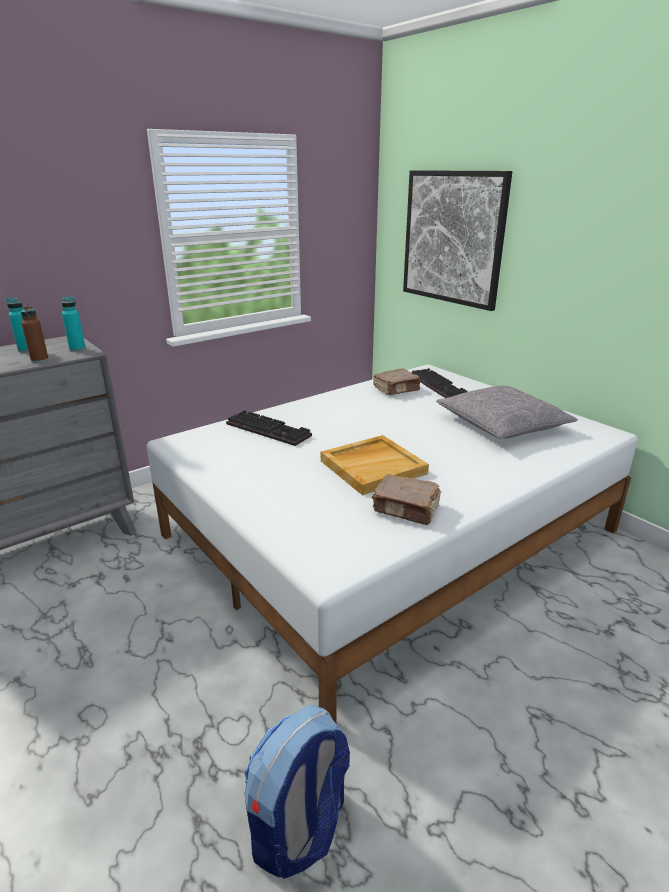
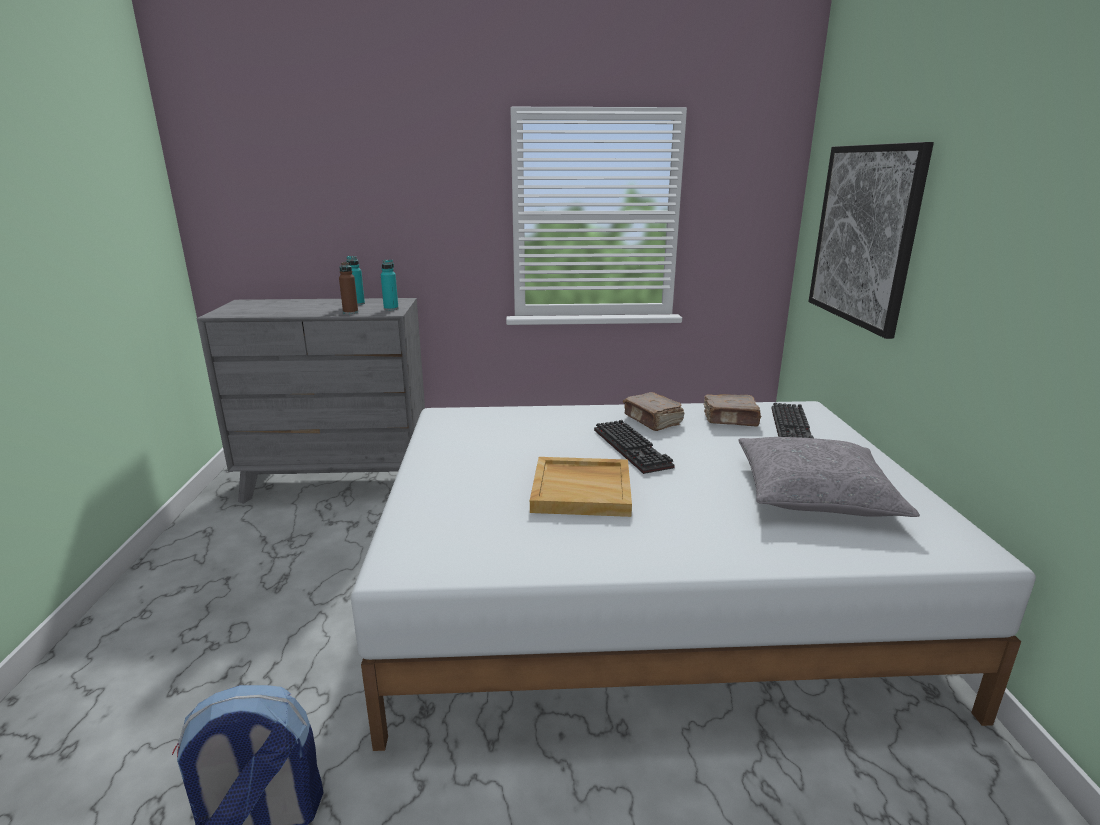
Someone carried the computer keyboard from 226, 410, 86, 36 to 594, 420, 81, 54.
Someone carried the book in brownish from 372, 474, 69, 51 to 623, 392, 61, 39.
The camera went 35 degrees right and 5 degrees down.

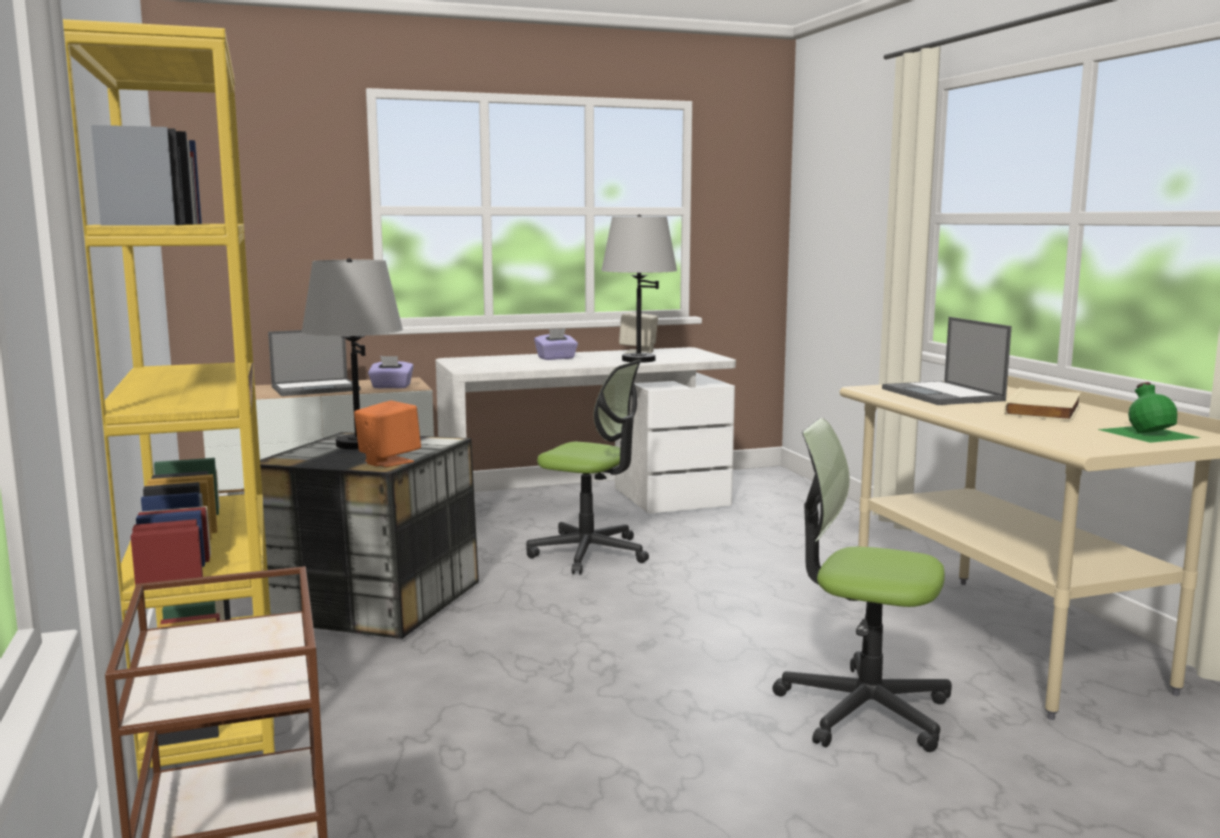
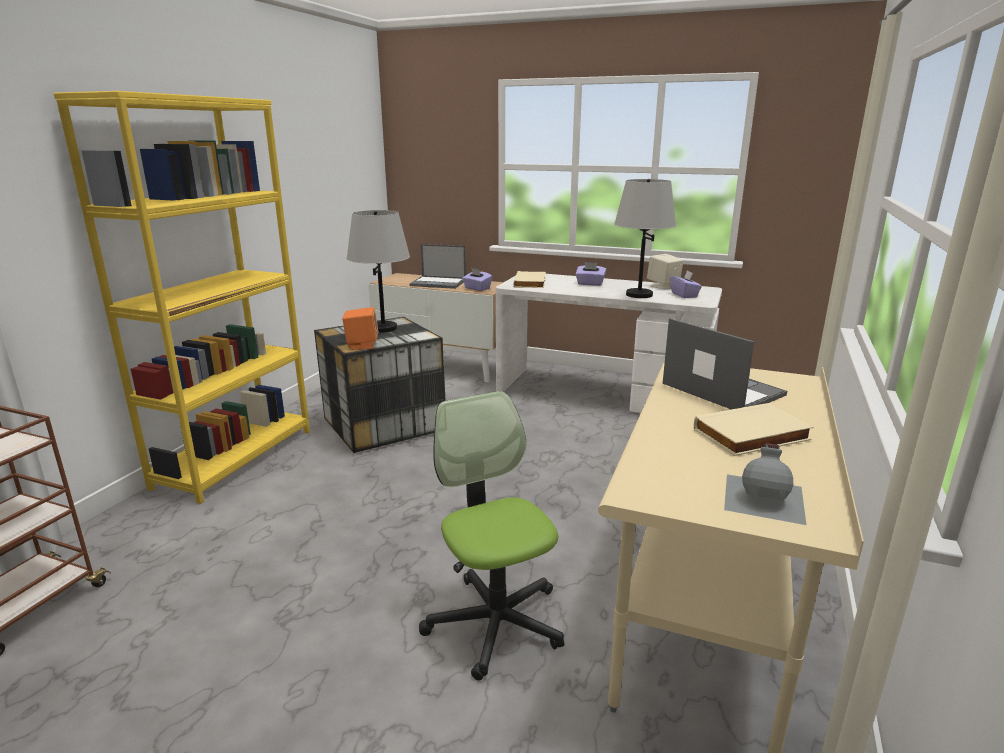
Someone took away the computer chair at 526, 360, 123, 215.
Someone rotated the notebook computer at 882, 317, 130, 88 by 120 degrees clockwise.
Someone repainted the bottle in green-coloured at 1097, 382, 103, 61, which became the bottle in greyish at 724, 443, 82, 82.
Someone put down the book in sand-coloured at 513, 271, 33, 17.
Someone put down the tissue box in purplish at 670, 270, 32, 28.
The camera went 40 degrees right and 10 degrees up.

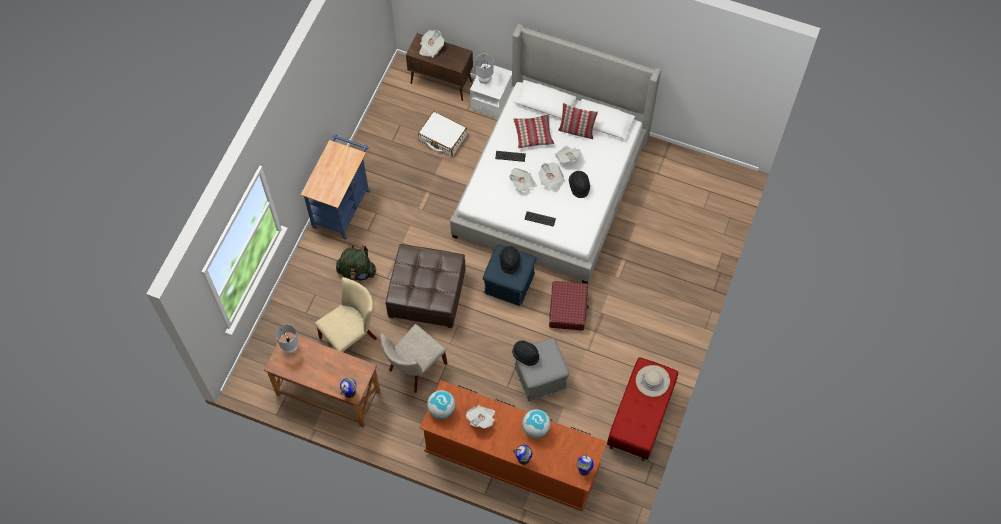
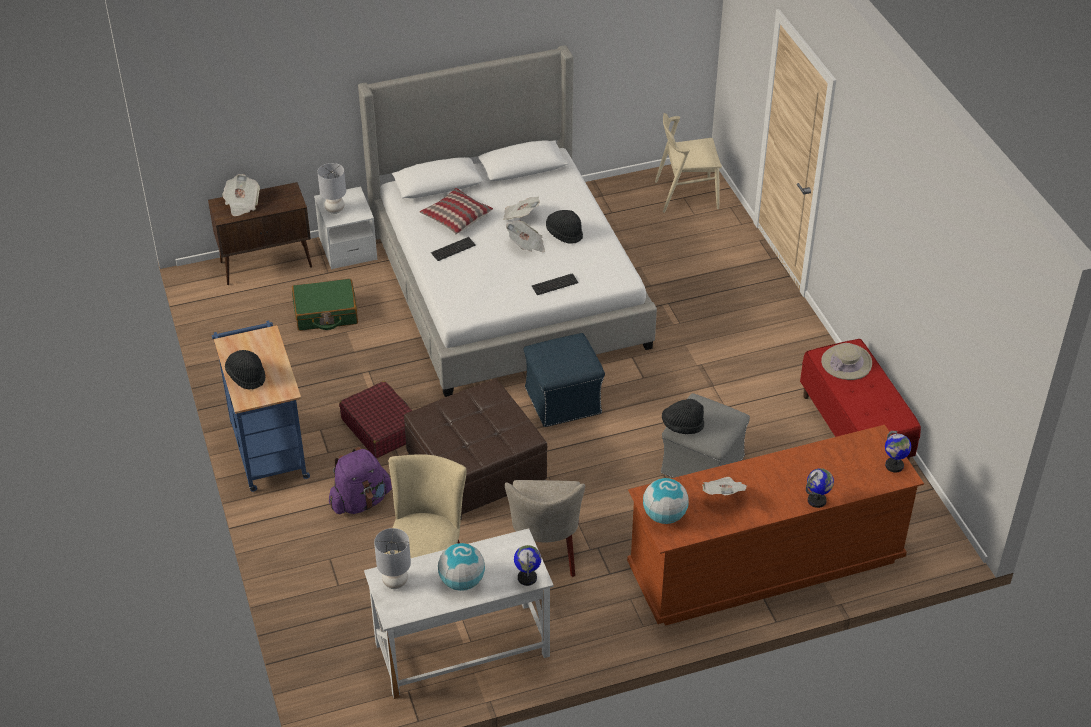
Someone repainted the desk unit in brownish at 264, 332, 116, 96, which became the desk unit in white-coloured at 364, 528, 190, 171.
Someone repainted the rucksack in green-coloured at 336, 245, 40, 36, which became the rucksack in purplish at 329, 447, 63, 67.
Someone repainted the piece of luggage in white-coloured at 418, 111, 49, 46, which became the piece of luggage in green-coloured at 292, 279, 66, 52.
Someone carried the hat in blackish from 499, 246, 21, 28 to 225, 350, 40, 39.
Someone took away the daily paper at 509, 168, 28, 23.
Someone carried the desk globe from 522, 409, 29, 29 to 438, 543, 47, 48.
Someone carried the piece of luggage in red-coloured from 549, 281, 40, 50 to 339, 381, 73, 77.
Someone took away the throw pillow at 558, 103, 40, 36.
Someone put down the plain chair in sand-coloured at 655, 113, 67, 100.
The camera went 40 degrees left and 20 degrees down.

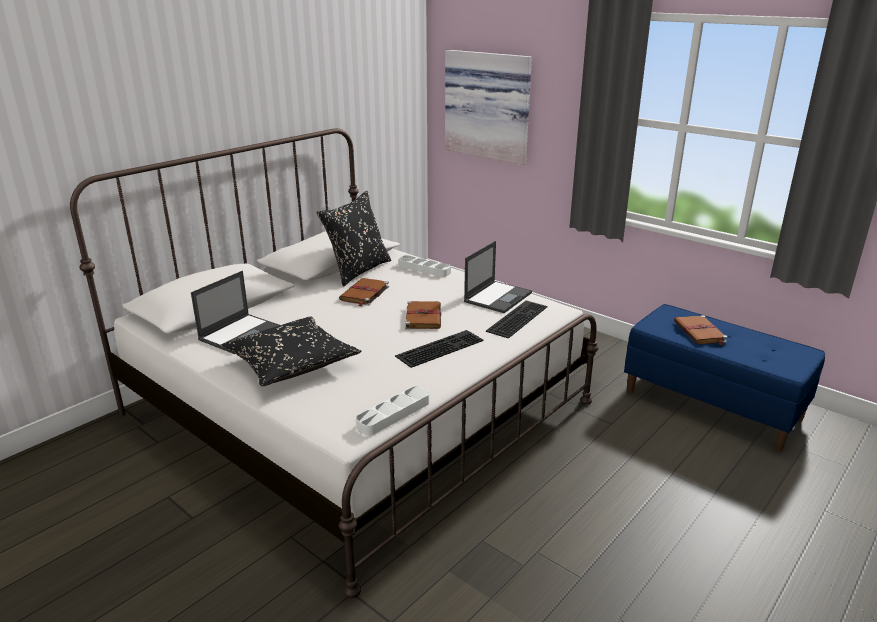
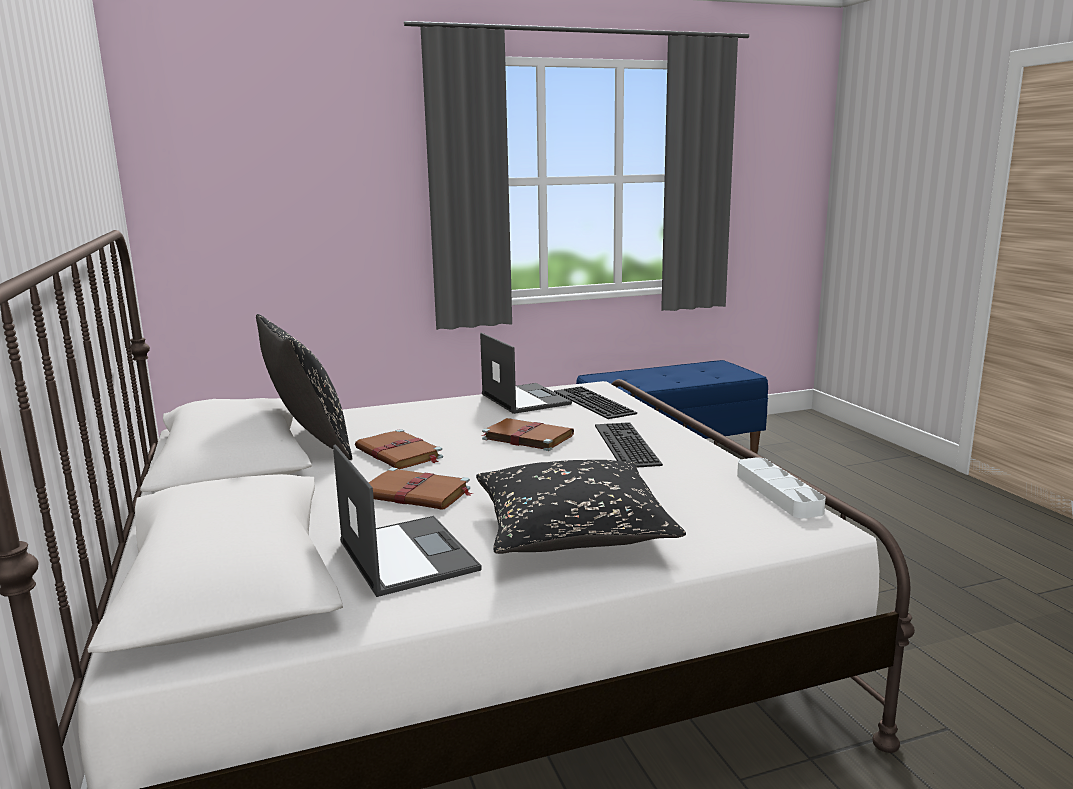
Someone took away the serving tray in white-coloured at 398, 255, 53, 22.
Someone took away the wall art at 445, 50, 87, 115.
Someone carried the book in brownish from 674, 315, 54, 30 to 369, 467, 105, 43.
The camera went 60 degrees left and 10 degrees down.

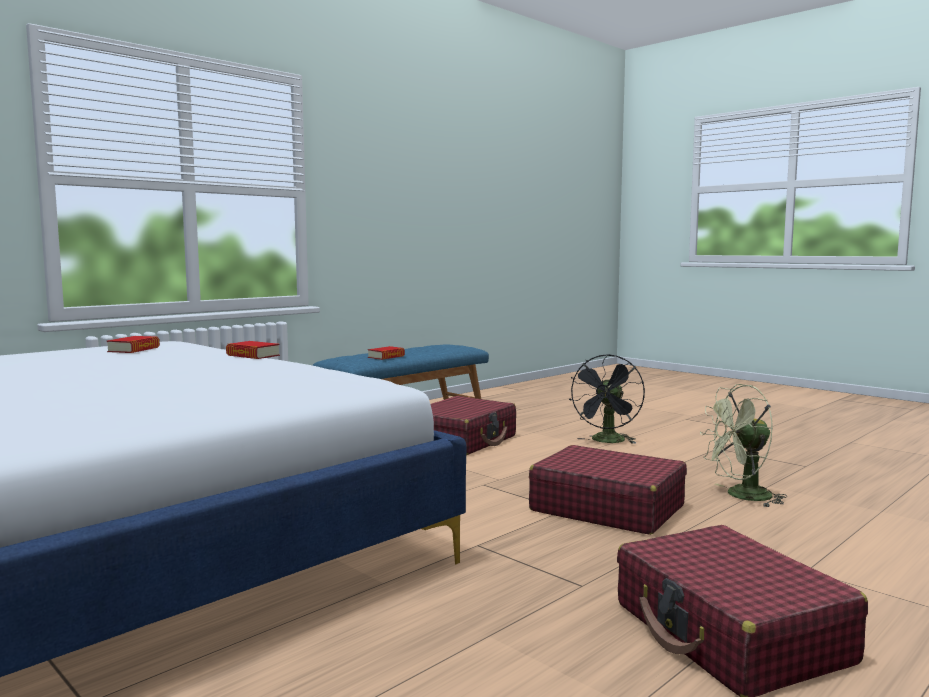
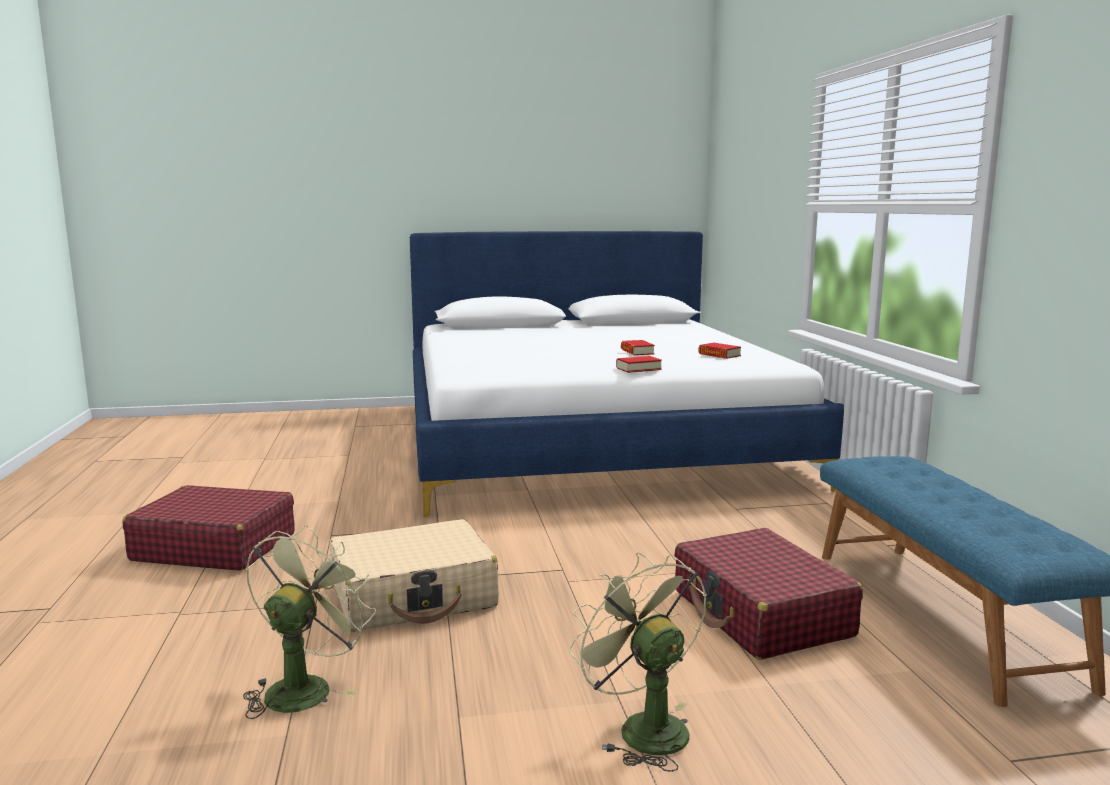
Someone carried the book from 368, 346, 37, 14 to 621, 340, 34, 15.
Someone repainted the piece of luggage in red-coloured at 529, 445, 158, 90, which became the piece of luggage in sand-coloured at 330, 519, 169, 113.
Someone repainted the electric fan in blackish at 569, 354, 76, 90, which became the electric fan in green-coloured at 569, 553, 138, 219.
The camera went 125 degrees right and 5 degrees up.

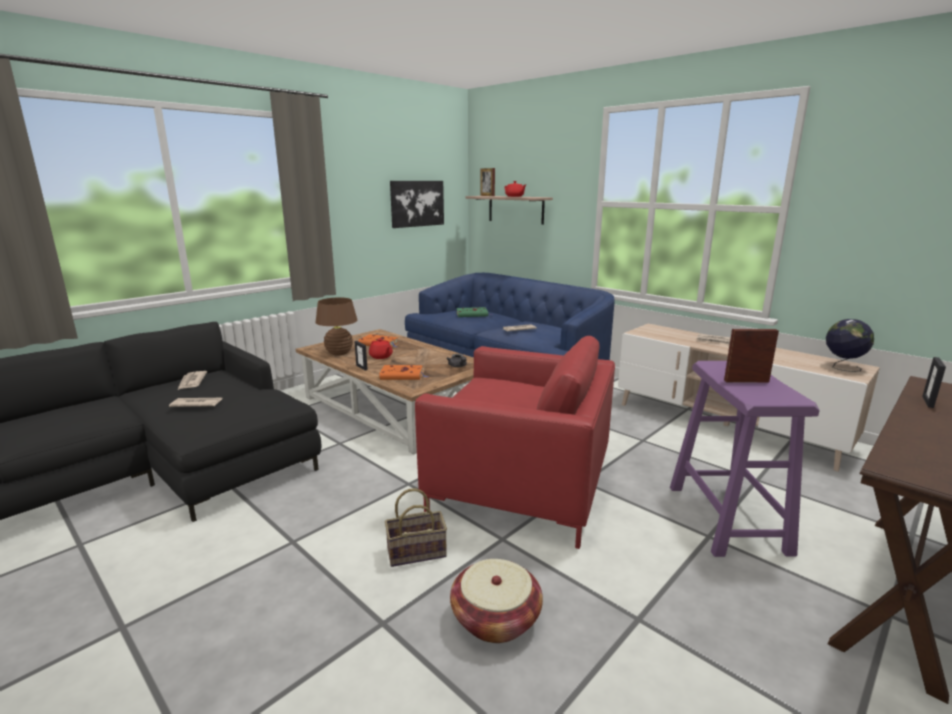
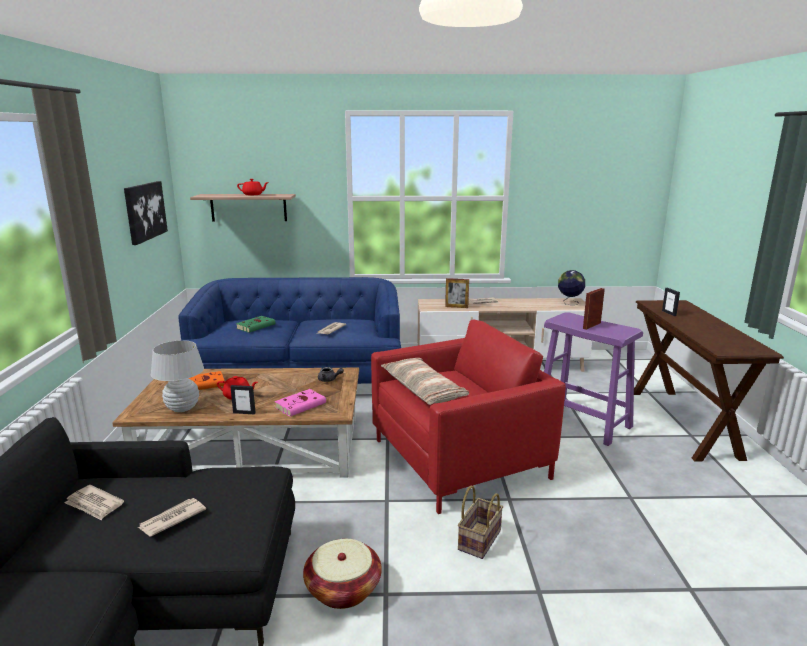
Someone repainted the lamp for a table in brownish at 315, 297, 43, 59, which became the lamp for a table in white-coloured at 151, 340, 53, 72.
Someone repainted the book in orange at 379, 365, 50, 15, which became the book in pink at 275, 389, 51, 28.
Someone carried the household basket from 450, 559, 93, 84 to 303, 539, 79, 70.
Someone carried the picture frame from 481, 168, 14, 28 to 445, 278, 24, 30.
Someone put down the throw pillow at 381, 358, 88, 47.
The camera went 45 degrees left and 0 degrees up.

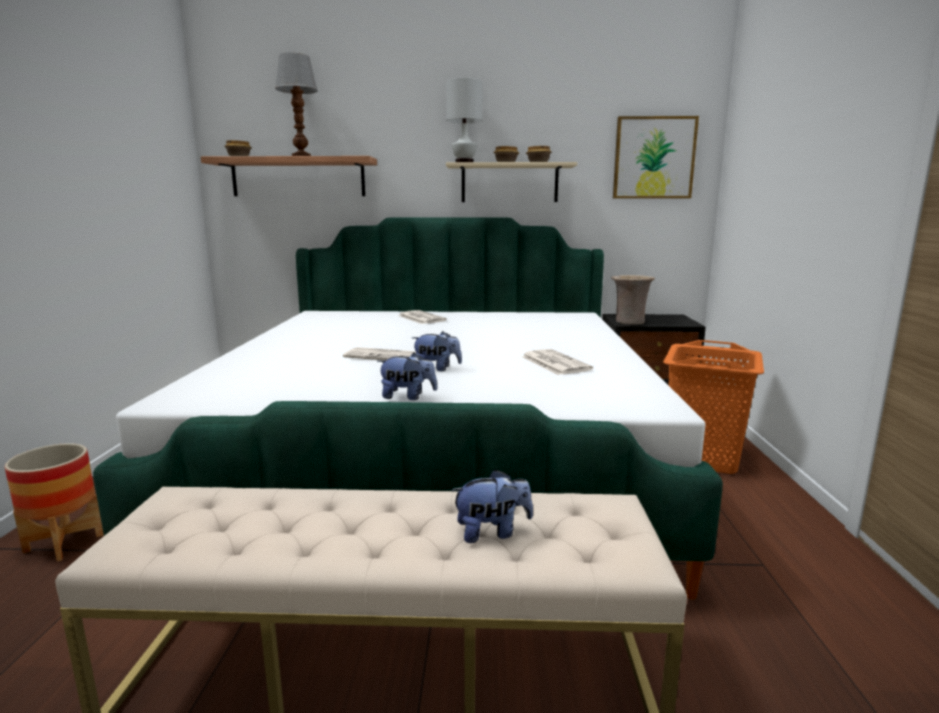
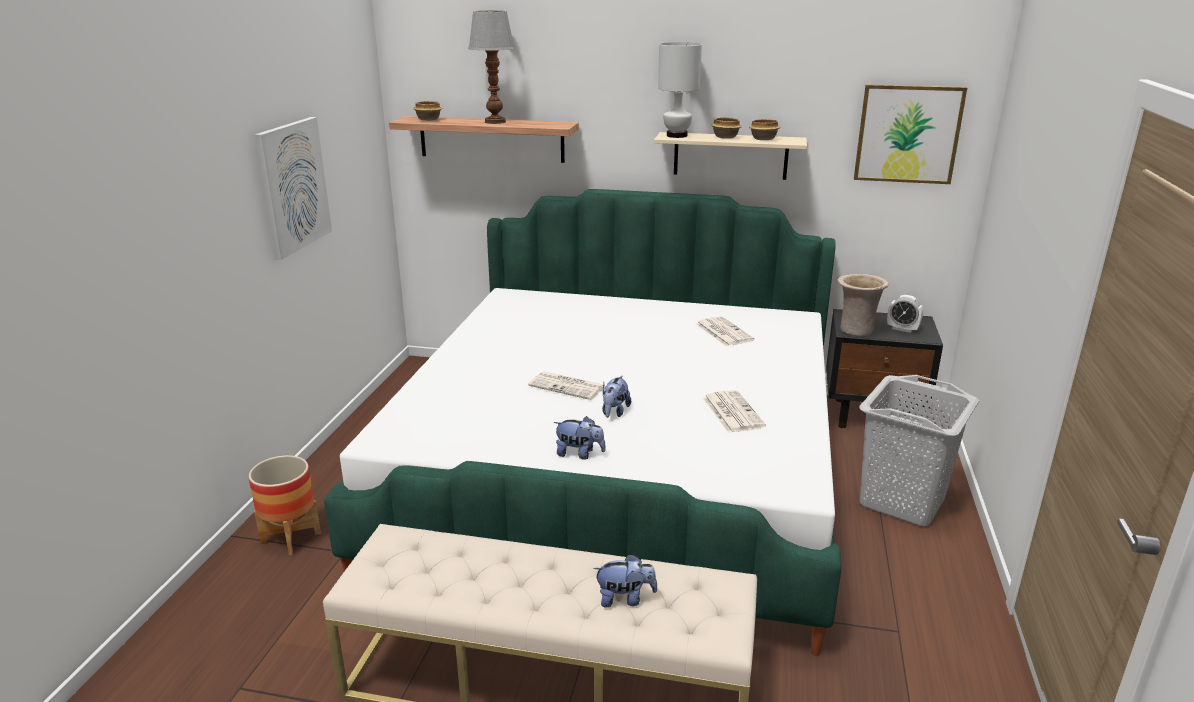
Someone carried the daily paper from 398, 310, 49, 14 to 696, 316, 58, 30.
Someone rotated the plush toy at 412, 331, 50, 40 by 90 degrees clockwise.
Someone repainted the hamper in orange at 663, 340, 101, 134, which became the hamper in greyish at 859, 375, 120, 151.
Someone put up the wall art at 255, 117, 77, 143.
Someone put down the alarm clock at 887, 295, 36, 38.
The camera went 10 degrees right and 10 degrees up.

